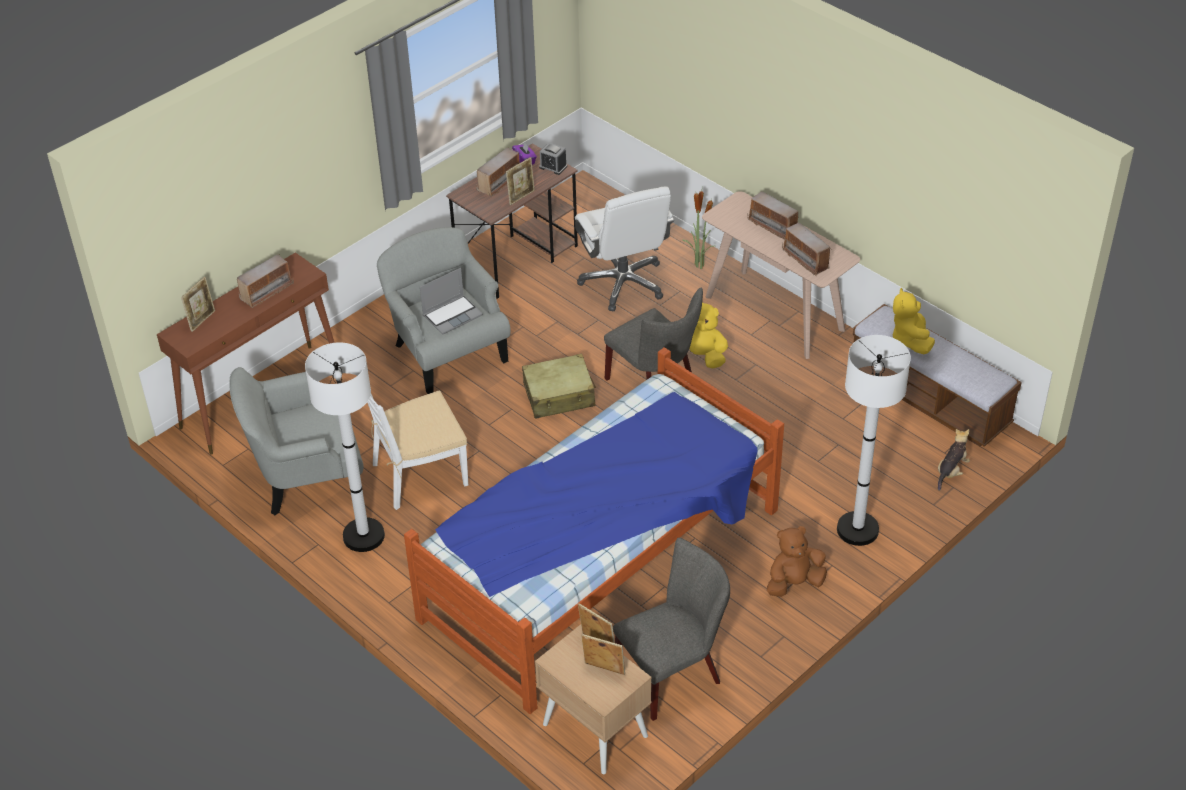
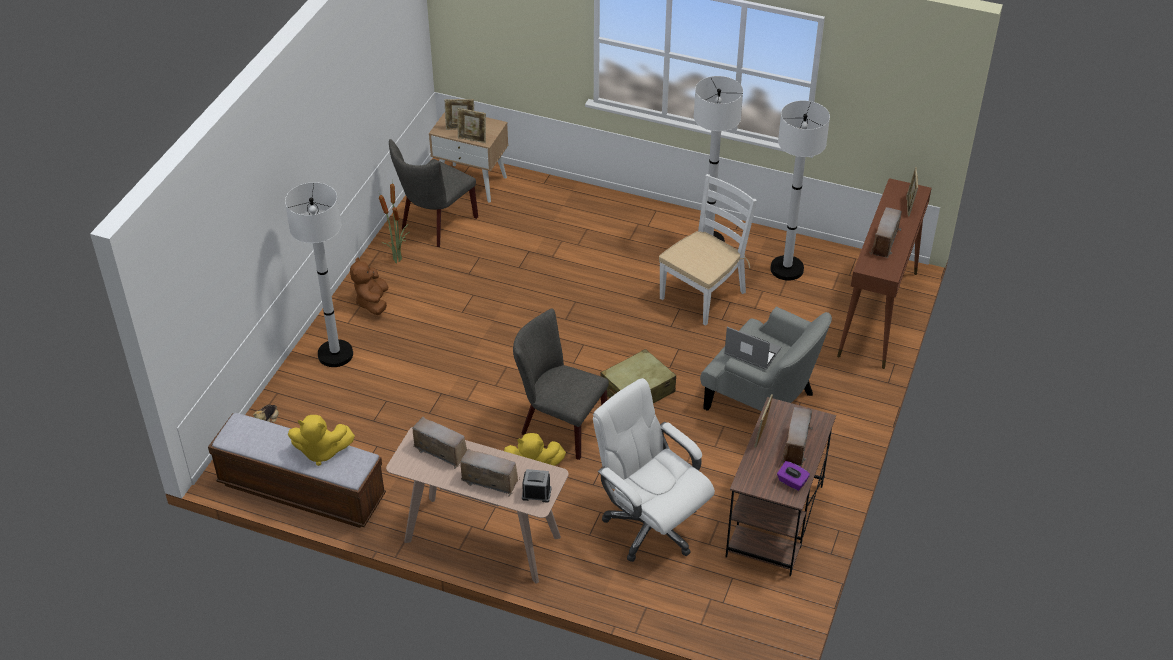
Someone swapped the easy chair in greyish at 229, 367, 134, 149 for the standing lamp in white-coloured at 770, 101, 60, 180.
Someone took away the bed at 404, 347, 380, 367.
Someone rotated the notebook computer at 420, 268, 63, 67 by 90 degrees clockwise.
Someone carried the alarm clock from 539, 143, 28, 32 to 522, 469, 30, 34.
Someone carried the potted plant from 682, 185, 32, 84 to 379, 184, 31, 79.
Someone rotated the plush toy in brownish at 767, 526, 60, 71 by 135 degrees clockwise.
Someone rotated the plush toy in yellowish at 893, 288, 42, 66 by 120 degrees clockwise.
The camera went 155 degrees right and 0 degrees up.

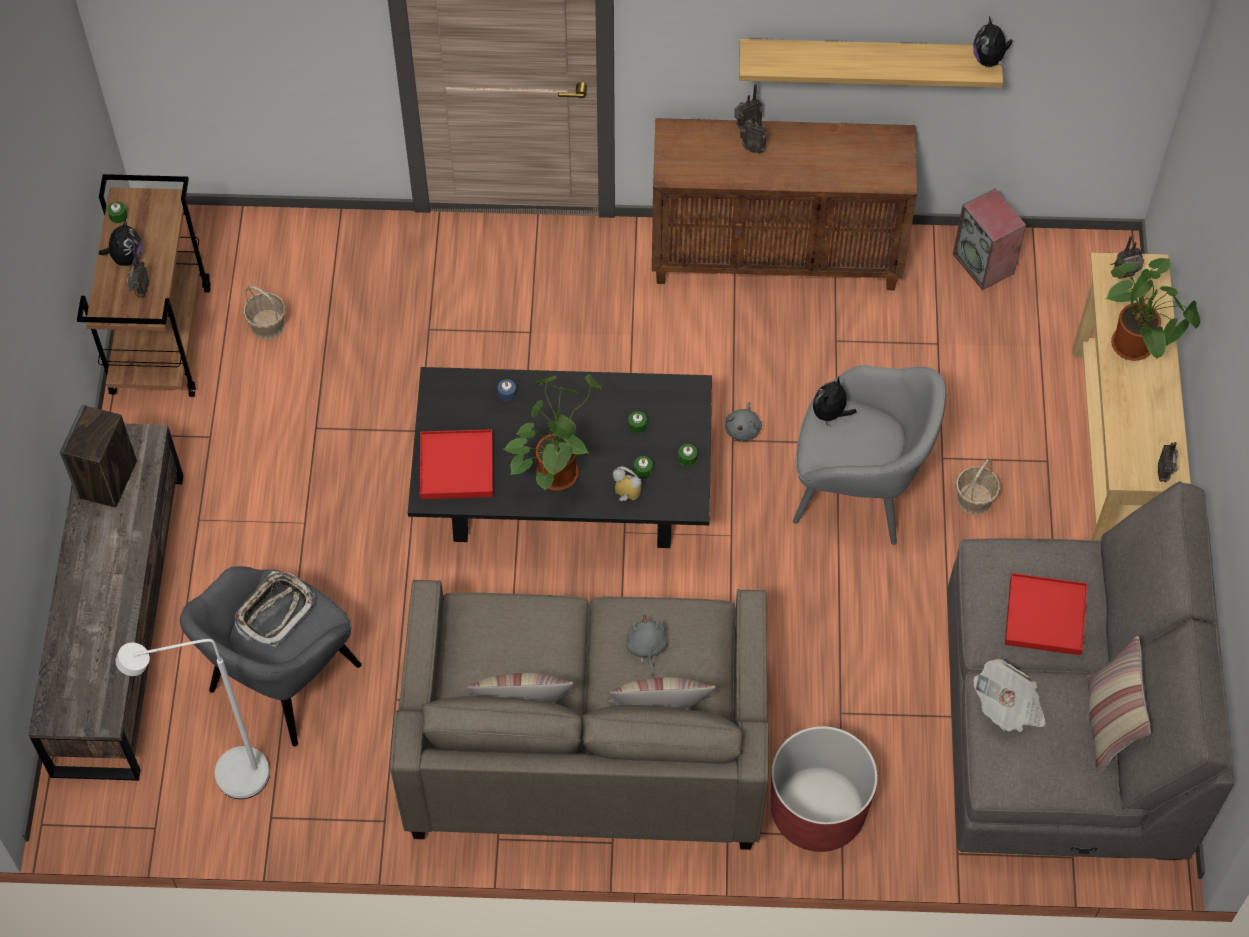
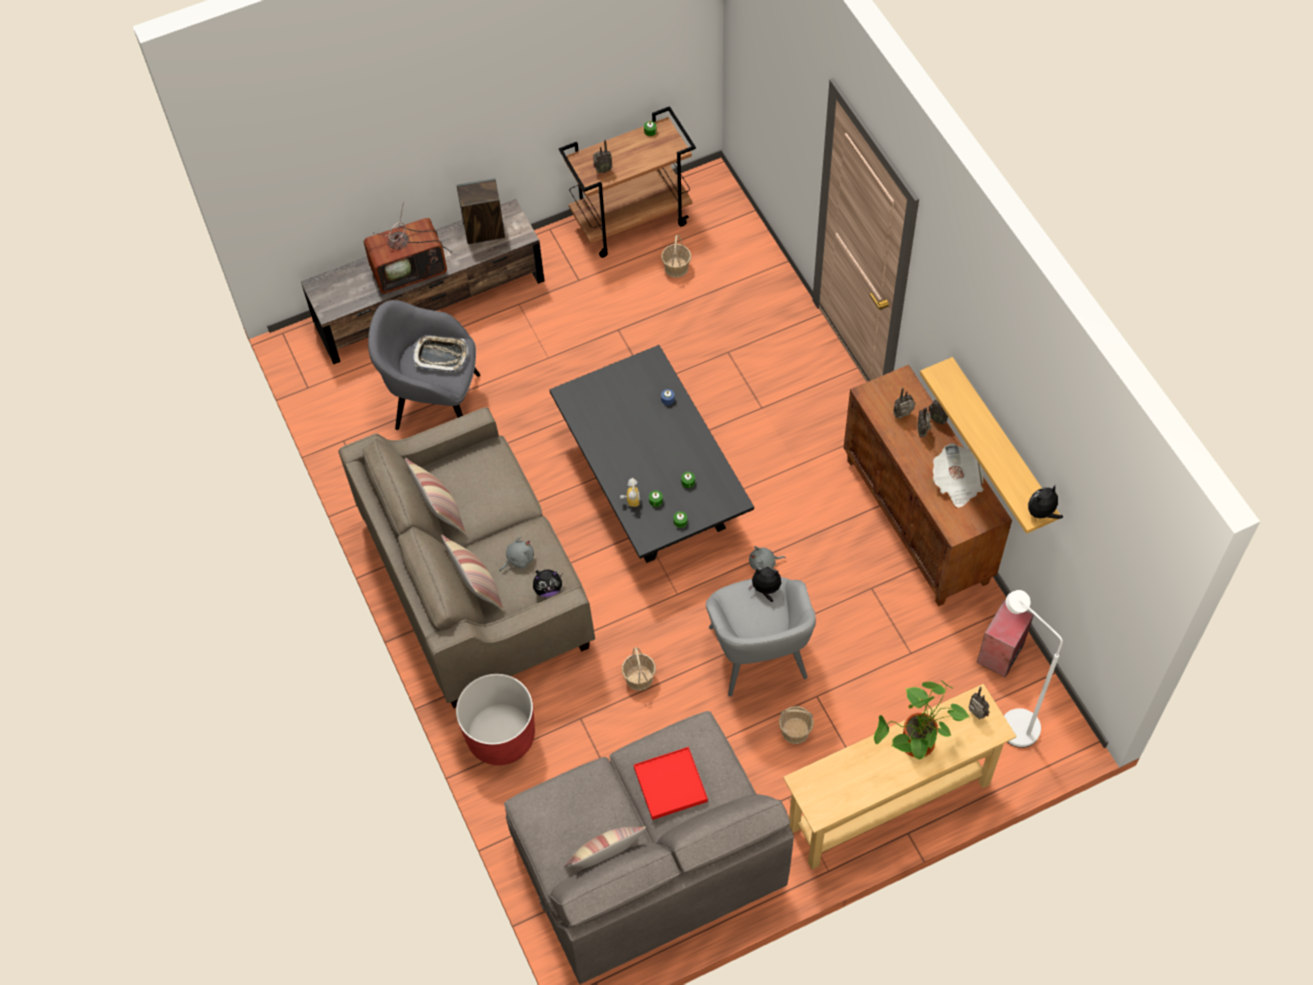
Someone carried the plush toy from 99, 219, 43, 47 to 533, 569, 29, 28.
Someone carried the standing lamp in white-coloured from 115, 639, 155, 160 to 1004, 590, 59, 158.
Someone took away the serving tray in red-coloured at 420, 429, 73, 70.
Someone took away the potted plant at 503, 375, 99, 116.
Someone carried the daily paper from 973, 659, 73, 73 to 933, 443, 50, 65.
Someone carried the radio from 1158, 442, 20, 40 to 893, 388, 22, 31.
Someone put down the TV set at 364, 201, 89, 92.
Someone put down the household basket at 622, 647, 34, 44.
The camera went 65 degrees right and 0 degrees up.

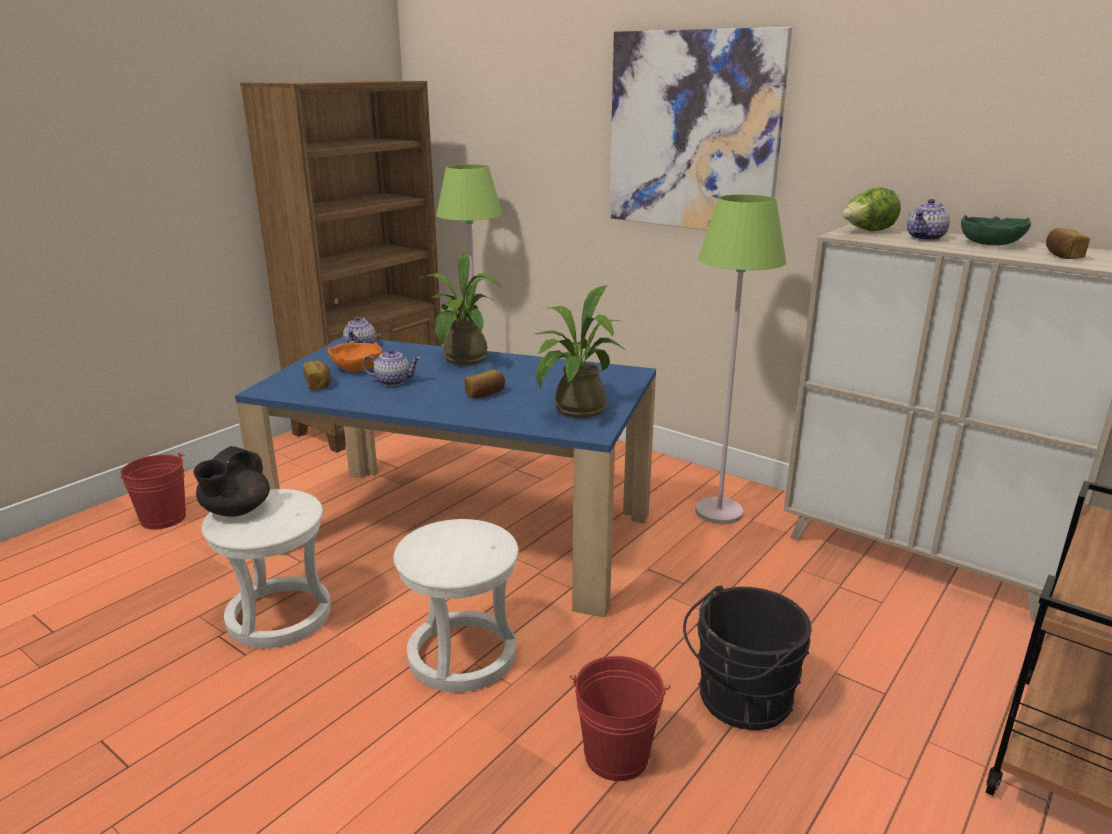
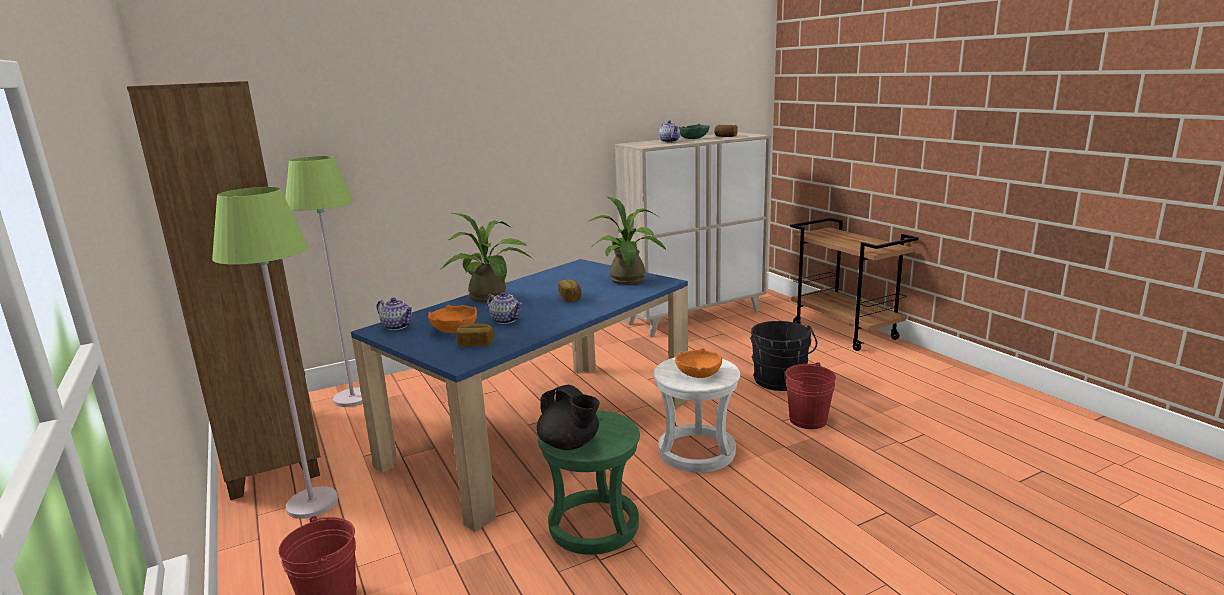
Someone repainted the stool in white-coloured at 201, 489, 130, 159, which became the stool in green-coloured at 538, 410, 102, 145.
Someone rotated the pot for tea at 362, 349, 59, 37 by 105 degrees clockwise.
Someone took away the wall art at 609, 27, 183, 204.
Someone carried the standing lamp in green-coloured from 695, 194, 91, 330 to 212, 187, 126, 332.
Someone took away the lettuce at 842, 187, 59, 44.
Someone put down the bowl in orange at 675, 348, 47, 30.
The camera went 65 degrees left and 5 degrees down.

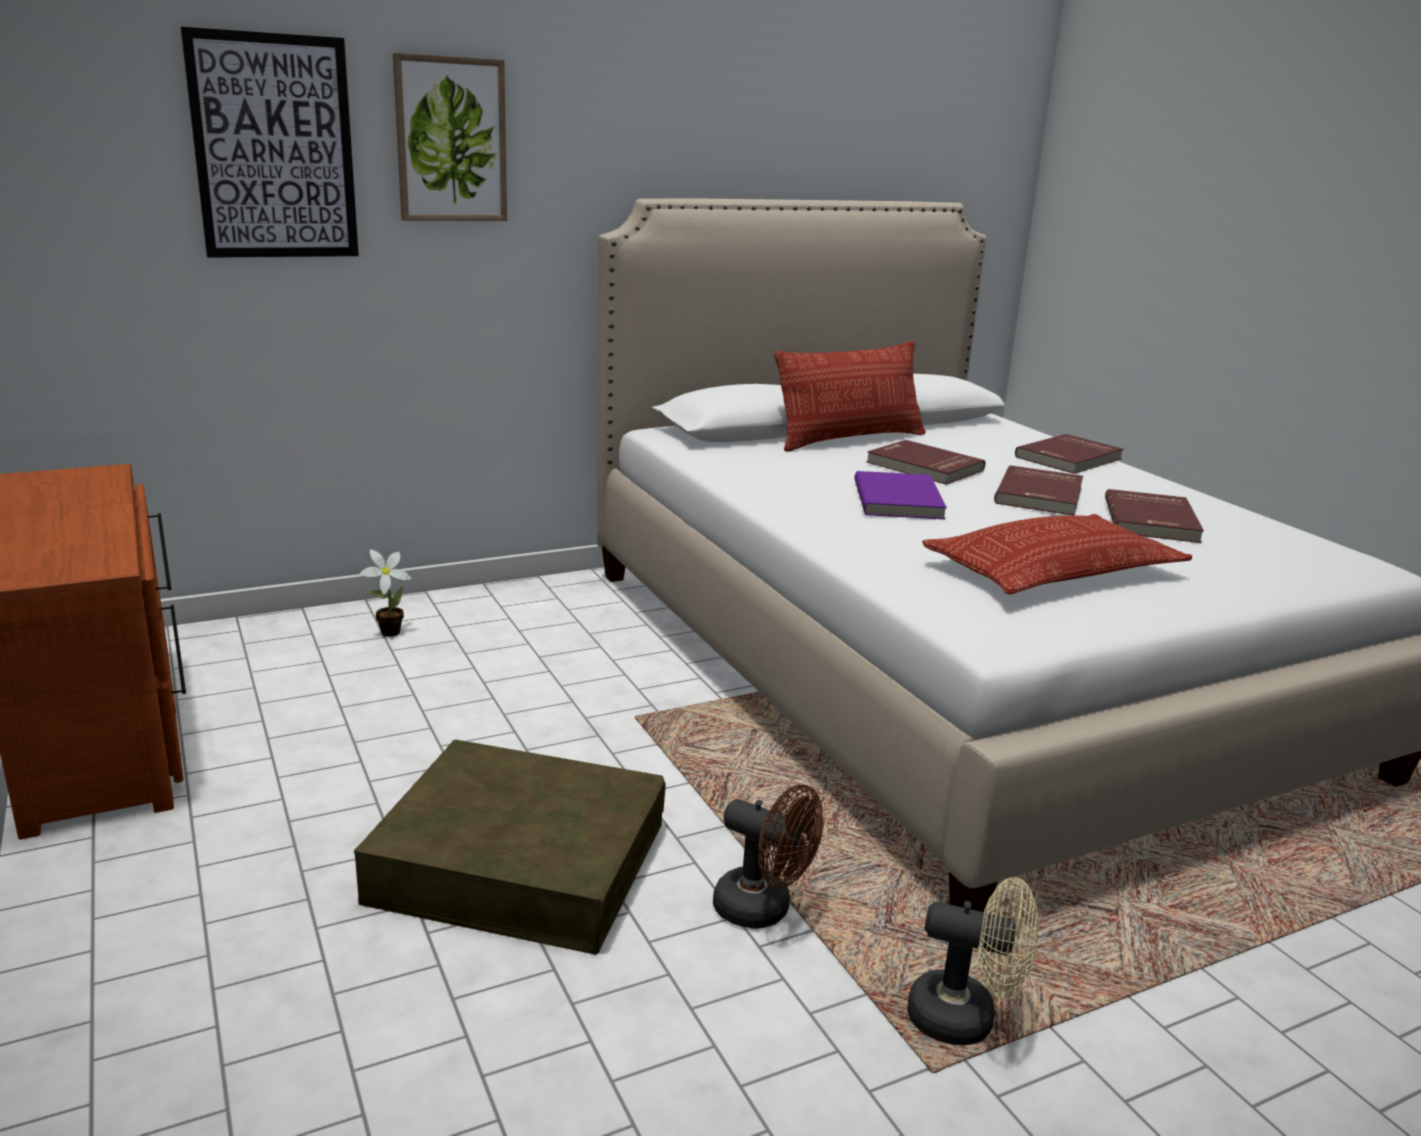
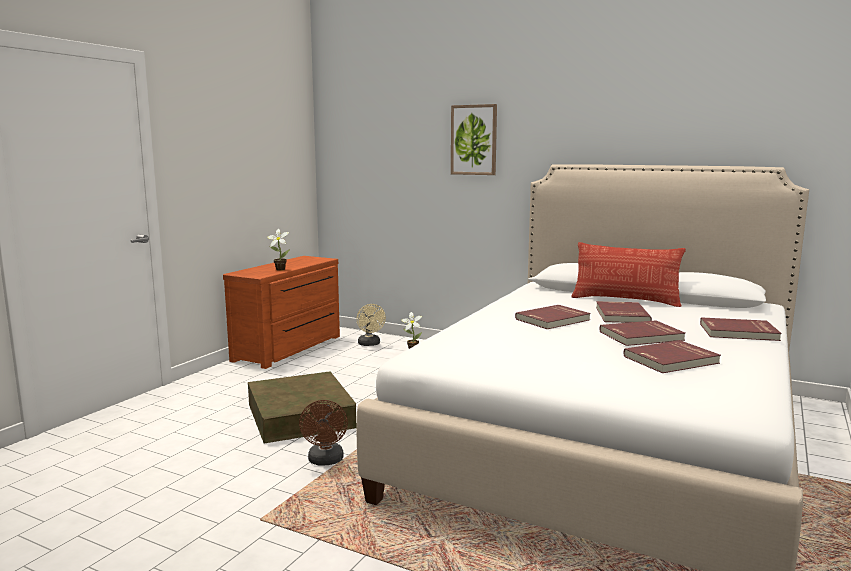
Someone took away the wall art at 181, 27, 178, 231.
Someone repainted the book in purplish at 855, 471, 92, 48, which became the book in red-coloured at 515, 305, 76, 24.
Someone carried the electric fan in sand-coloured from 907, 877, 131, 168 to 356, 304, 30, 42.
Someone took away the throw pillow at 922, 514, 270, 80.
Someone put down the potted plant at 267, 229, 23, 42.
The camera went 55 degrees right and 10 degrees down.

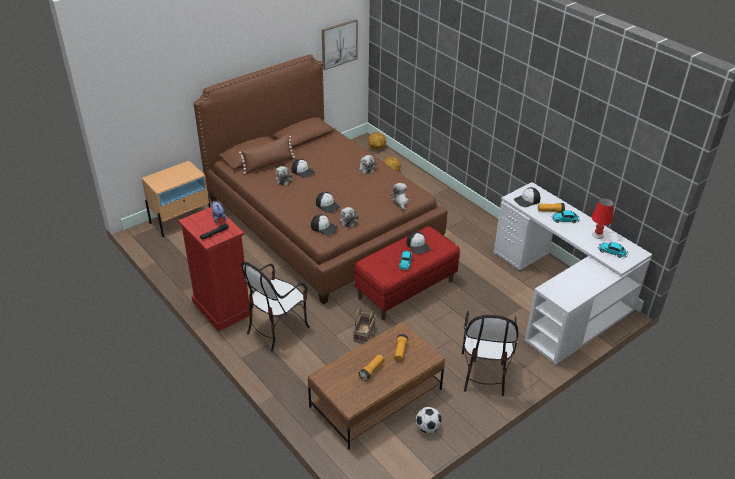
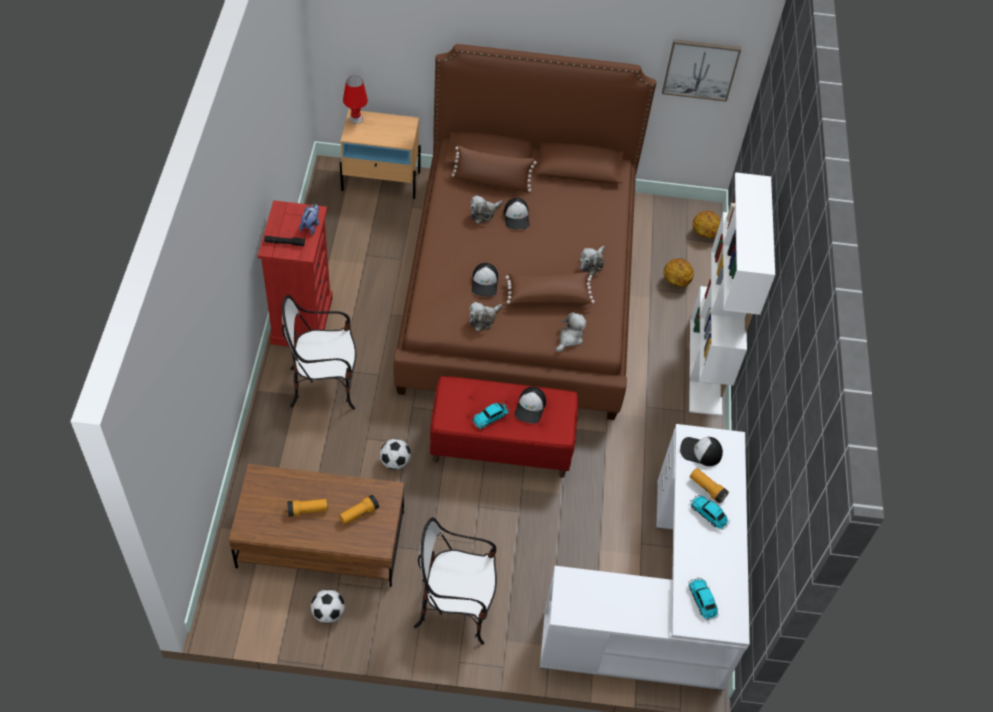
Someone took away the cap at 311, 214, 27, 21.
Someone swapped the household basket at 353, 308, 22, 36 for the football ball at 380, 439, 31, 31.
Someone rotated the plain chair at 462, 311, 56, 85 by 45 degrees clockwise.
Someone carried the lamp for a table in red-coloured from 592, 198, 22, 41 to 343, 76, 25, 48.
Someone put down the throw pillow in brownish at 506, 272, 89, 33.
Someone put down the shelving unit in white-coloured at 689, 172, 86, 244.
The camera went 40 degrees right and 15 degrees up.

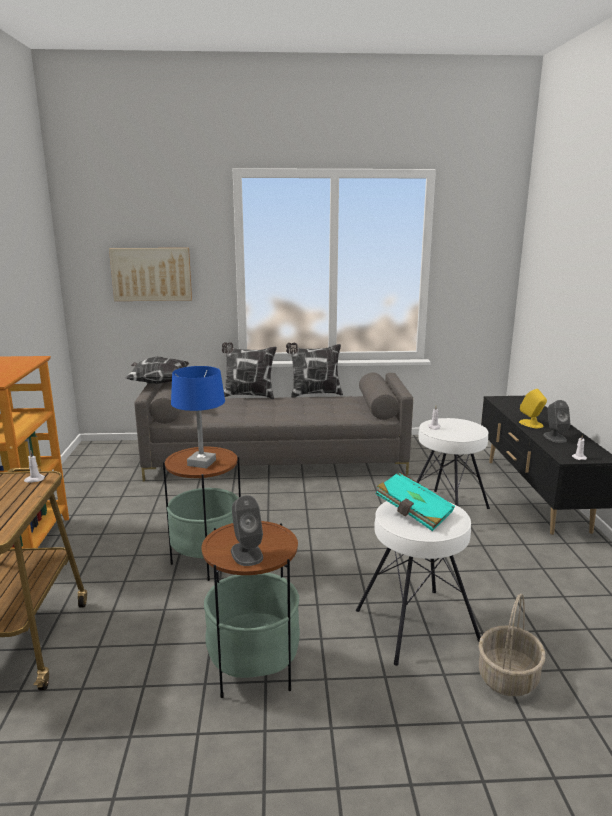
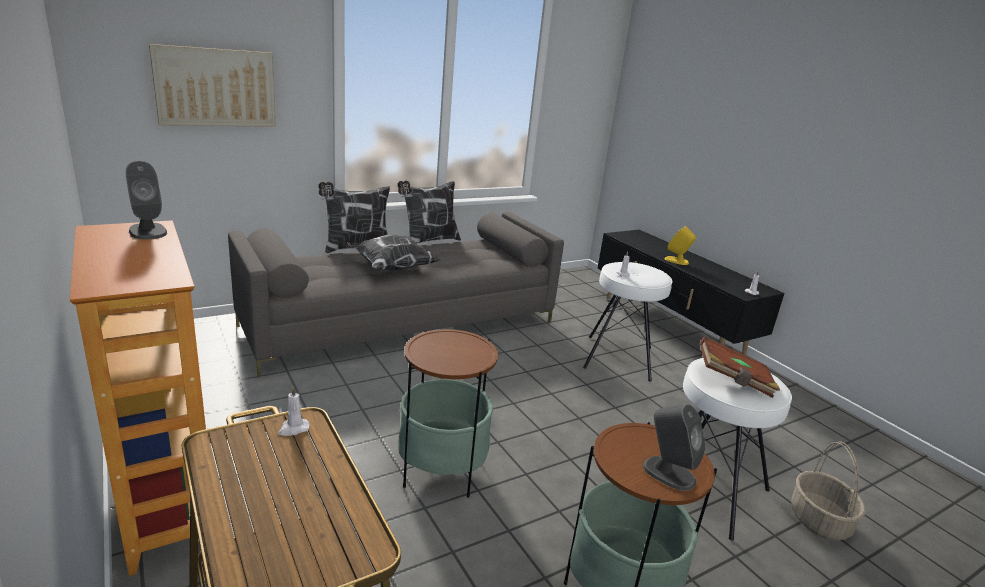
Someone carried the throw pillow from 125, 357, 64, 27 to 344, 235, 96, 36.
Someone took away the lamp for a table in bluish at 171, 366, 54, 102.
Someone repainted the book in turquoise at 376, 472, 79, 59, which became the book in brownish at 699, 337, 81, 61.
Someone carried the speaker in greyish from 543, 400, 27, 43 to 126, 161, 41, 78.
The camera went 30 degrees left and 5 degrees up.

